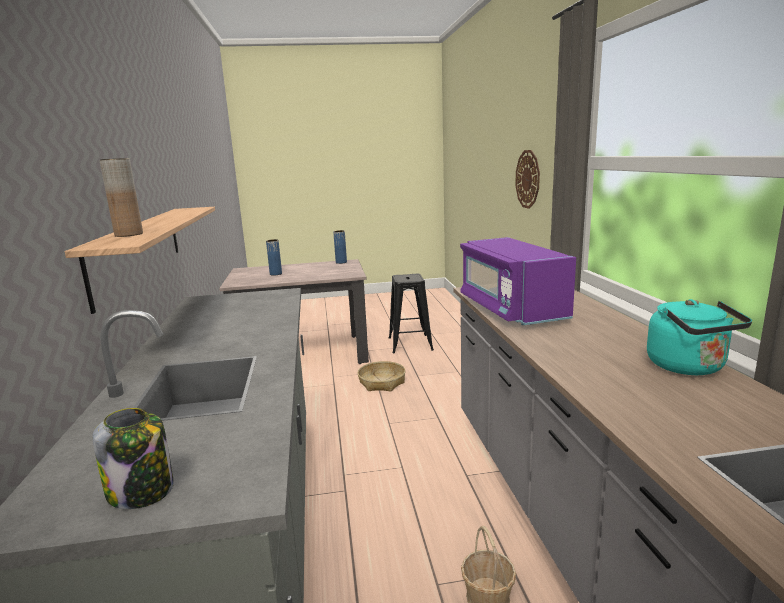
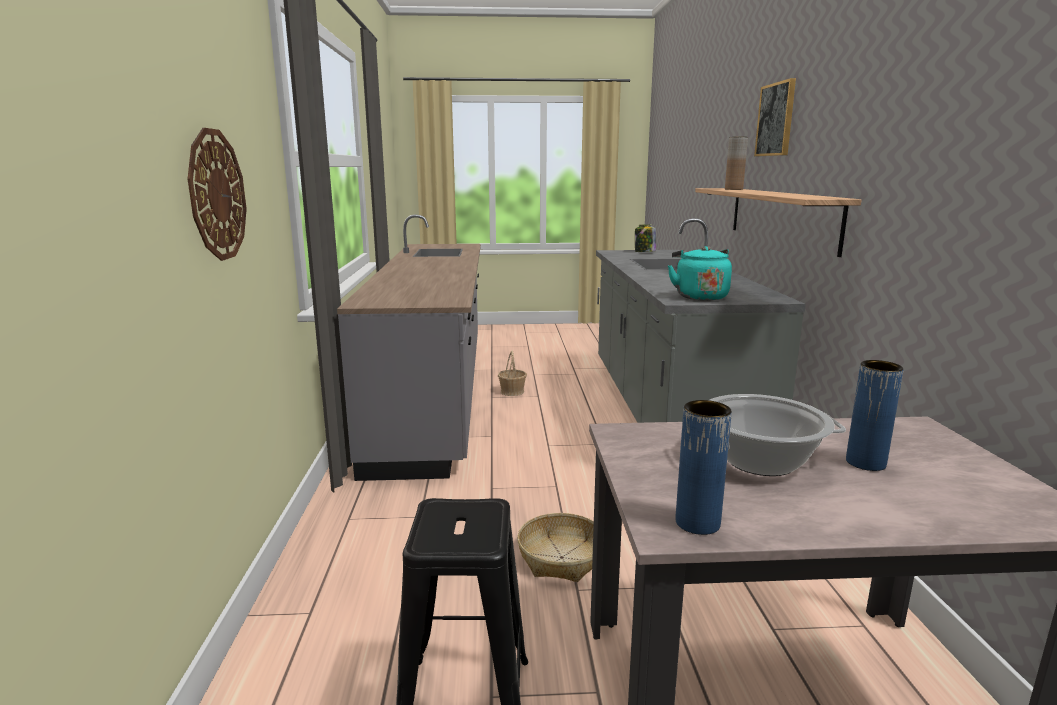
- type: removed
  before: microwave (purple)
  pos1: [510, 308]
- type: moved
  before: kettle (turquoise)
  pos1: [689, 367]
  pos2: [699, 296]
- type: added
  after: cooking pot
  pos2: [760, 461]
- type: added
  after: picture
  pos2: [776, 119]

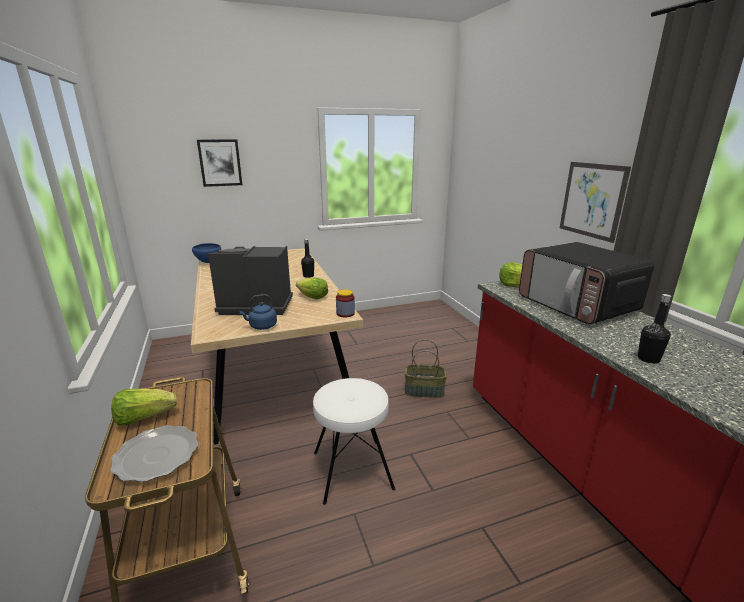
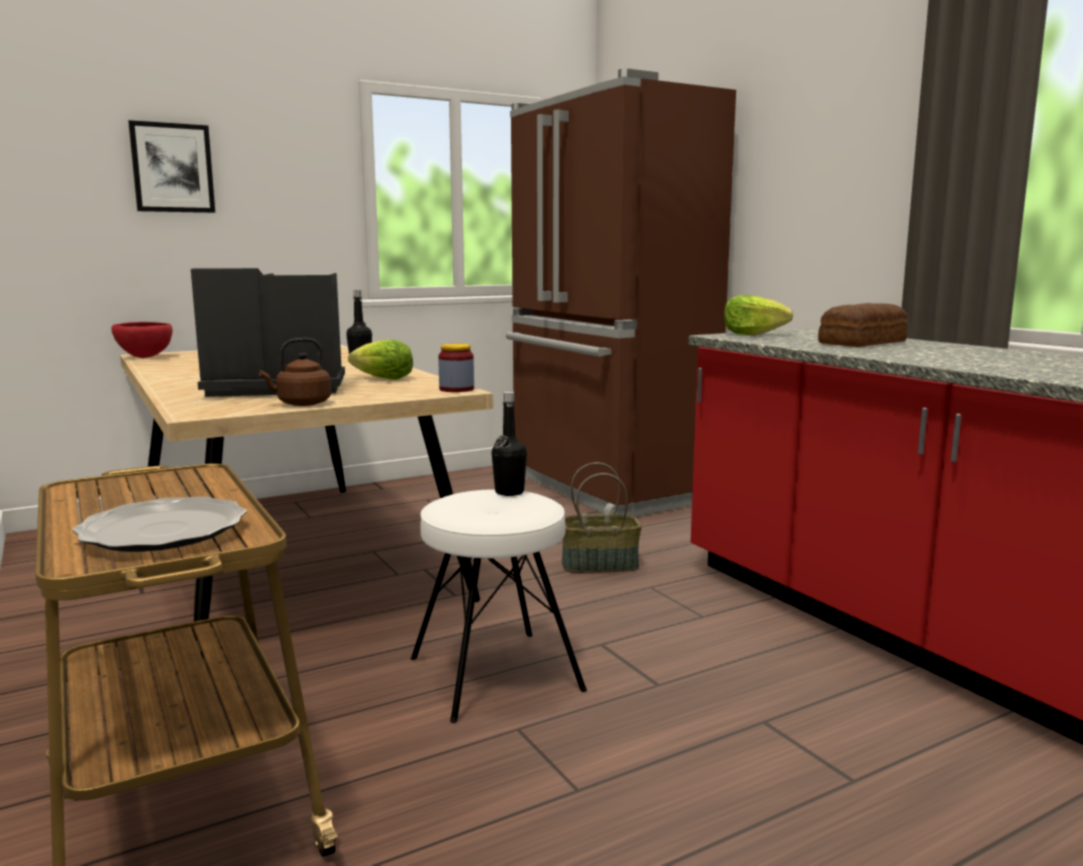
- type: removed
  before: lettuce
  pos1: [144, 417]
- type: recoloured
  before: bowl (blue)
  after: bowl (red)
  pos1: [208, 262]
  pos2: [145, 358]
- type: recoloured
  before: kettle (blue)
  after: kettle (brown)
  pos1: [261, 326]
  pos2: [301, 404]
- type: replaced
  before: microwave
  after: bread
  pos1: [577, 305]
  pos2: [865, 343]
- type: removed
  before: picture
  pos1: [592, 200]
- type: moved
  before: bottle (black)
  pos1: [648, 359]
  pos2: [509, 492]
- type: added
  after: fridge (brown)
  pos2: [605, 488]

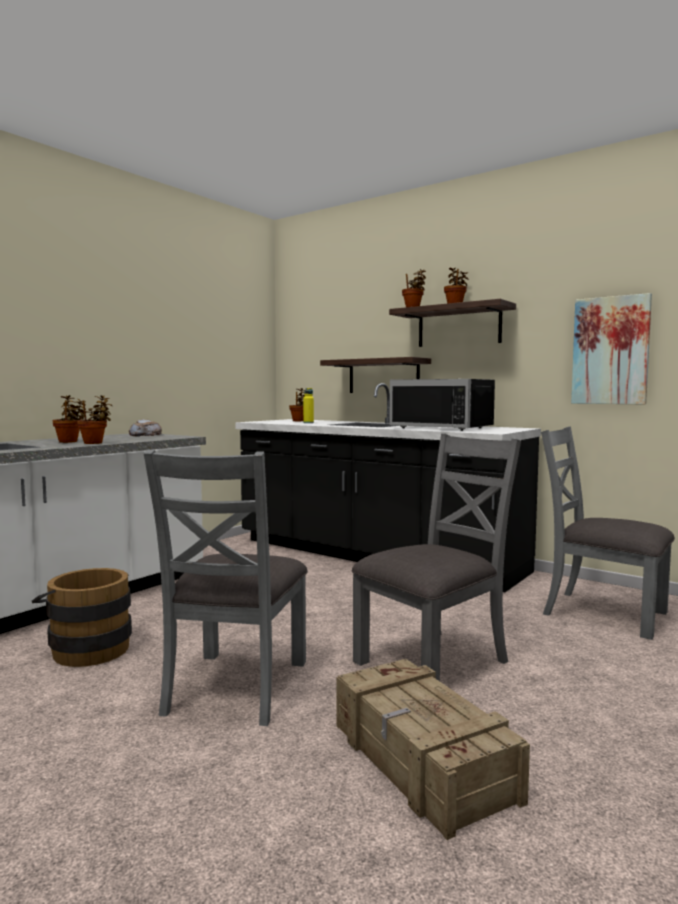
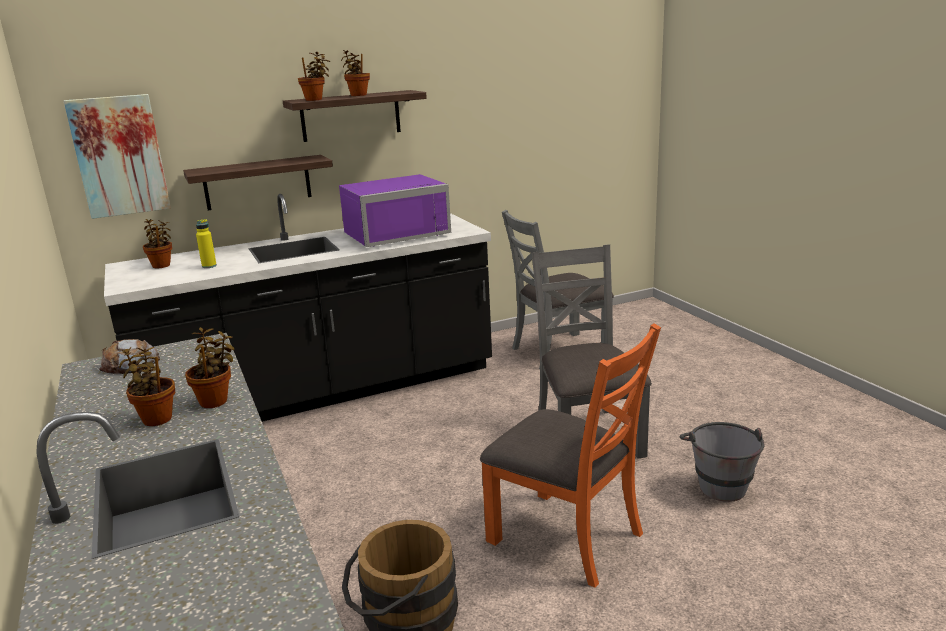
- type: recoloured
  before: chair (grey)
  after: chair (orange)
  pos1: [235, 686]
  pos2: [567, 536]
- type: replaced
  before: crate
  after: bucket (grey)
  pos1: [421, 762]
  pos2: [718, 483]
- type: recoloured
  before: microwave (black)
  after: microwave (purple)
  pos1: [445, 428]
  pos2: [395, 234]
- type: moved
  before: picture
  pos1: [610, 351]
  pos2: [119, 156]

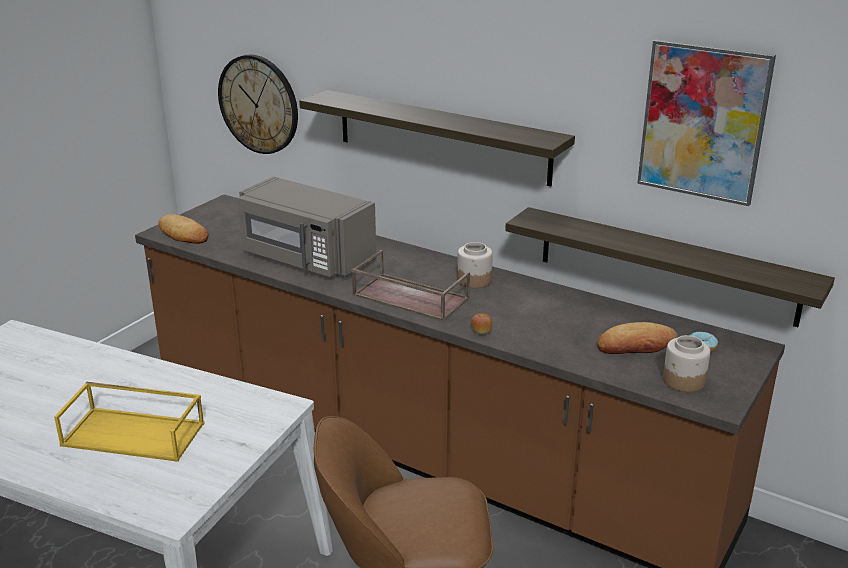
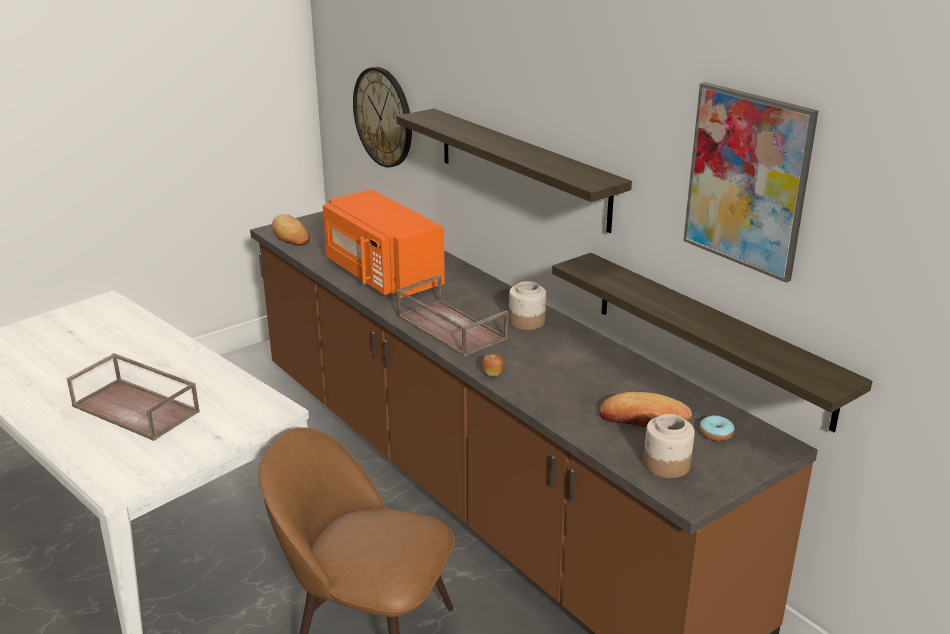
- type: recoloured
  before: tray (yellow)
  after: tray (brown)
  pos1: [135, 434]
  pos2: [137, 408]
- type: recoloured
  before: microwave (grey)
  after: microwave (orange)
  pos1: [306, 258]
  pos2: [382, 274]

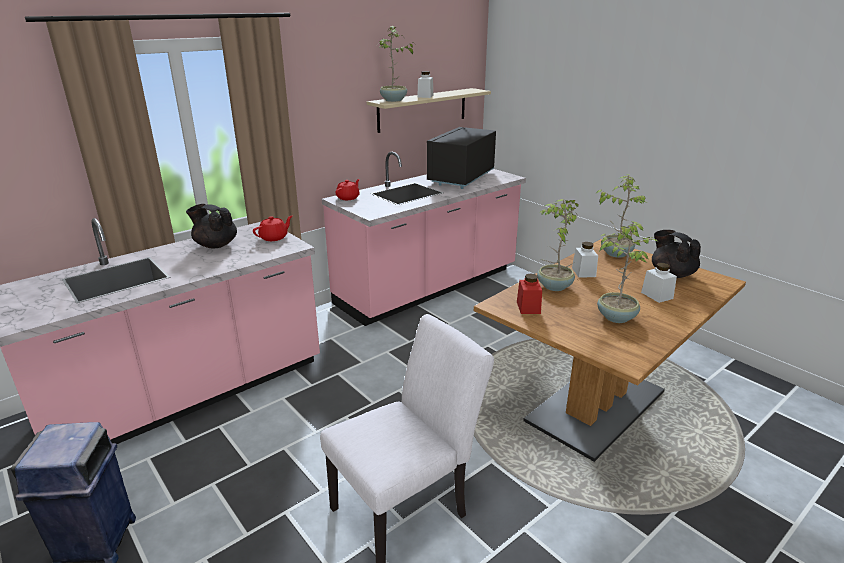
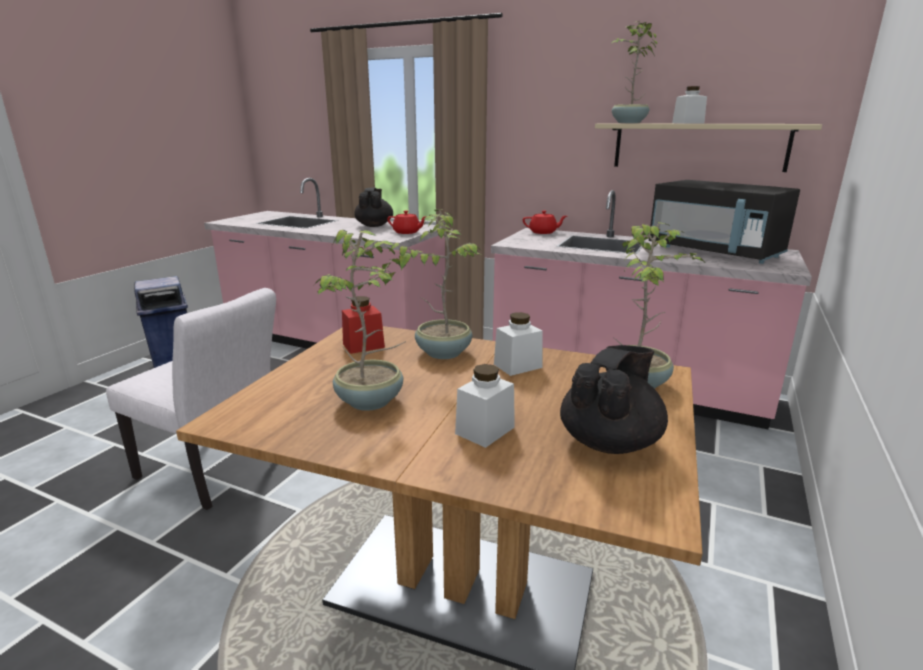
- type: turned
  before: microwave (black)
  pos1: [461, 177]
  pos2: [714, 252]
  turn: -135

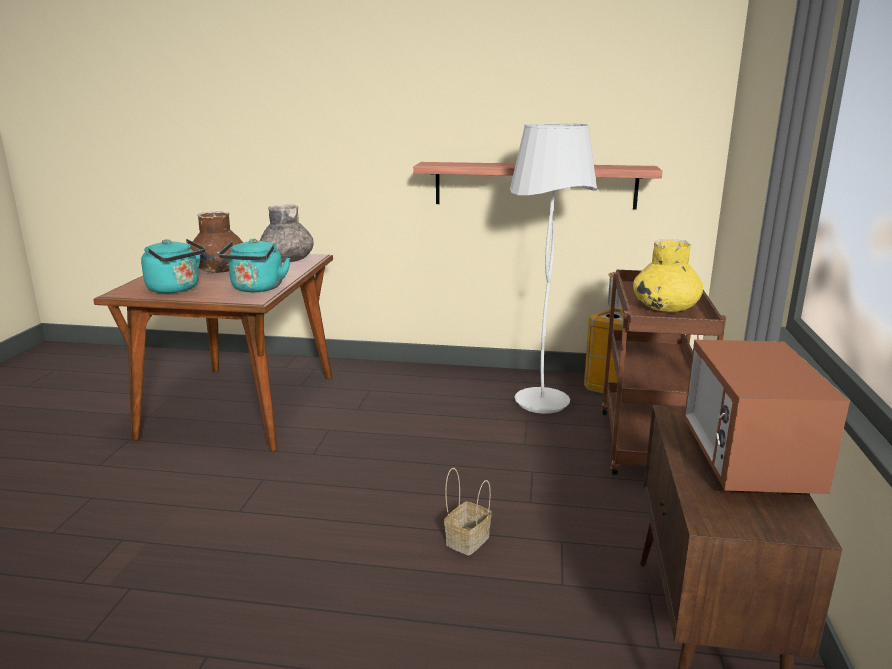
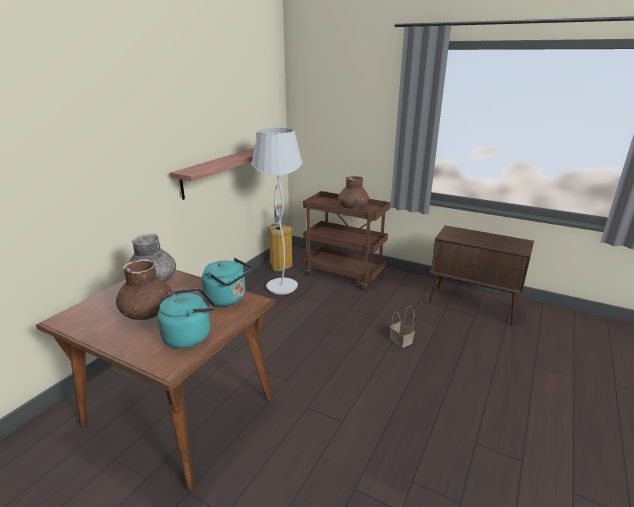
- type: recoloured
  before: vase (yellow)
  after: vase (brown)
  pos1: [665, 308]
  pos2: [353, 208]
- type: removed
  before: microwave
  pos1: [746, 461]

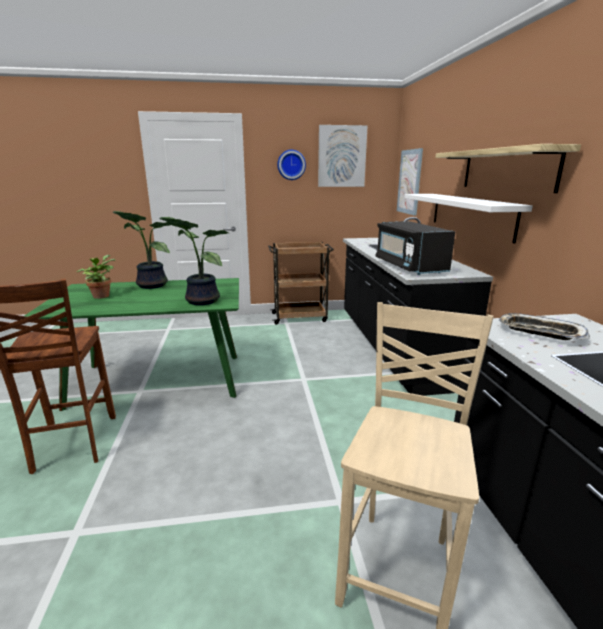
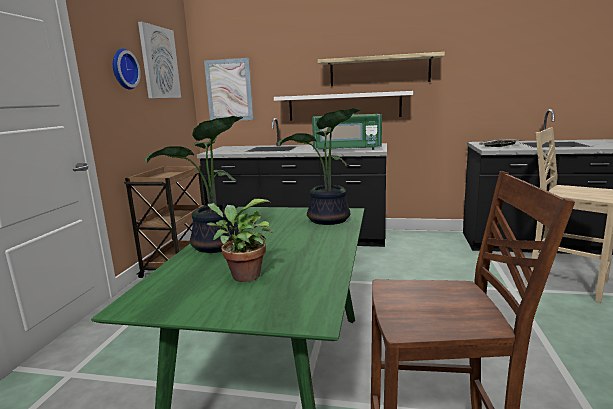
- type: recoloured
  before: microwave (black)
  after: microwave (green)
  pos1: [409, 266]
  pos2: [346, 149]

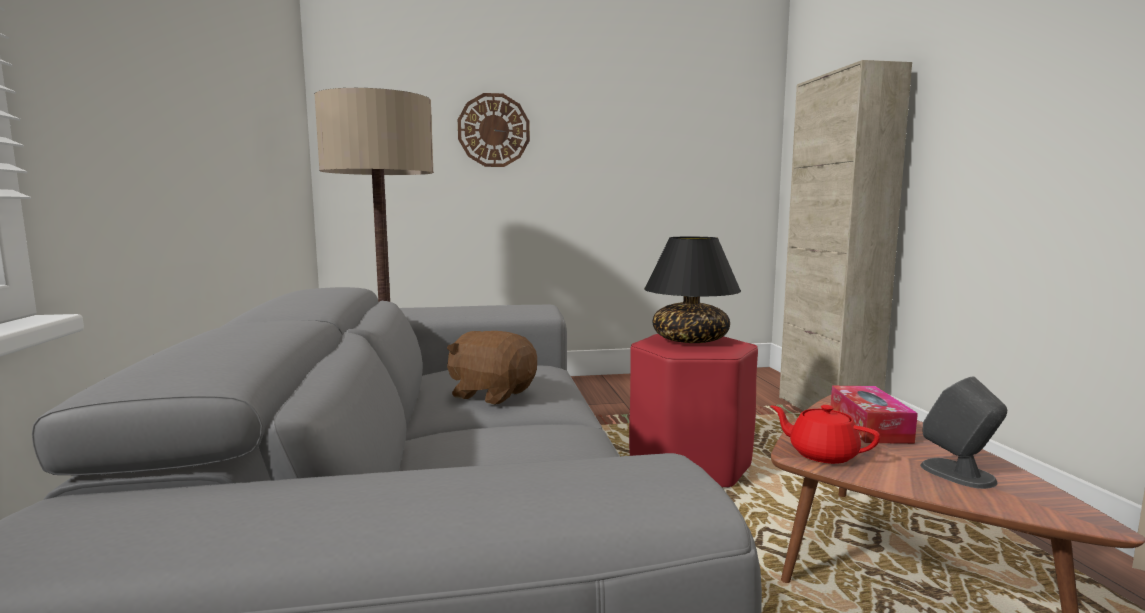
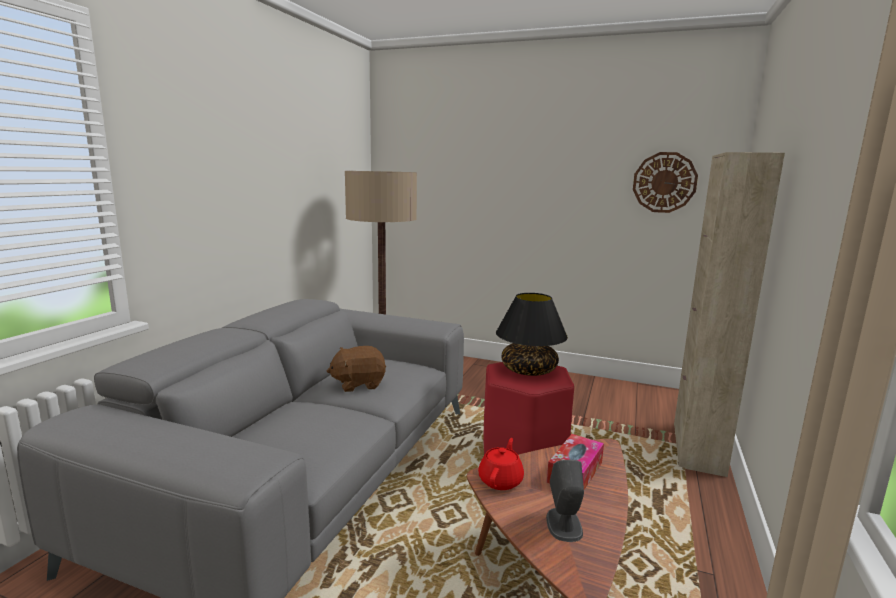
- type: turned
  before: plush toy (brown)
  pos1: [492, 394]
  pos2: [358, 384]
  turn: -75
- type: moved
  before: wall clock
  pos1: [493, 130]
  pos2: [664, 182]
- type: turned
  before: teapot (red)
  pos1: [822, 454]
  pos2: [501, 480]
  turn: 45

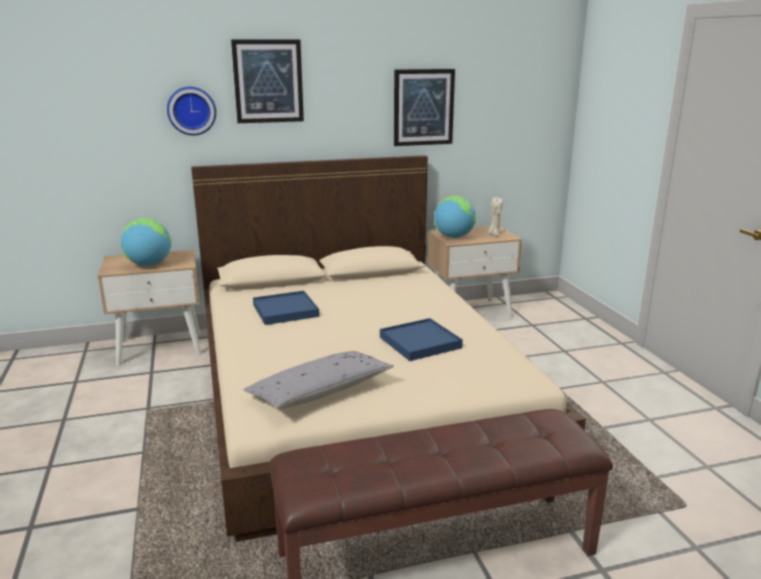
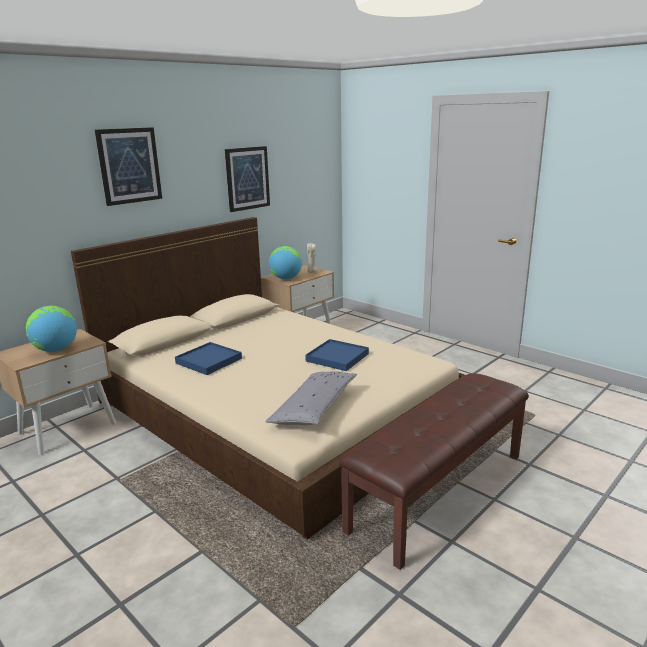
- type: removed
  before: wall clock
  pos1: [191, 110]

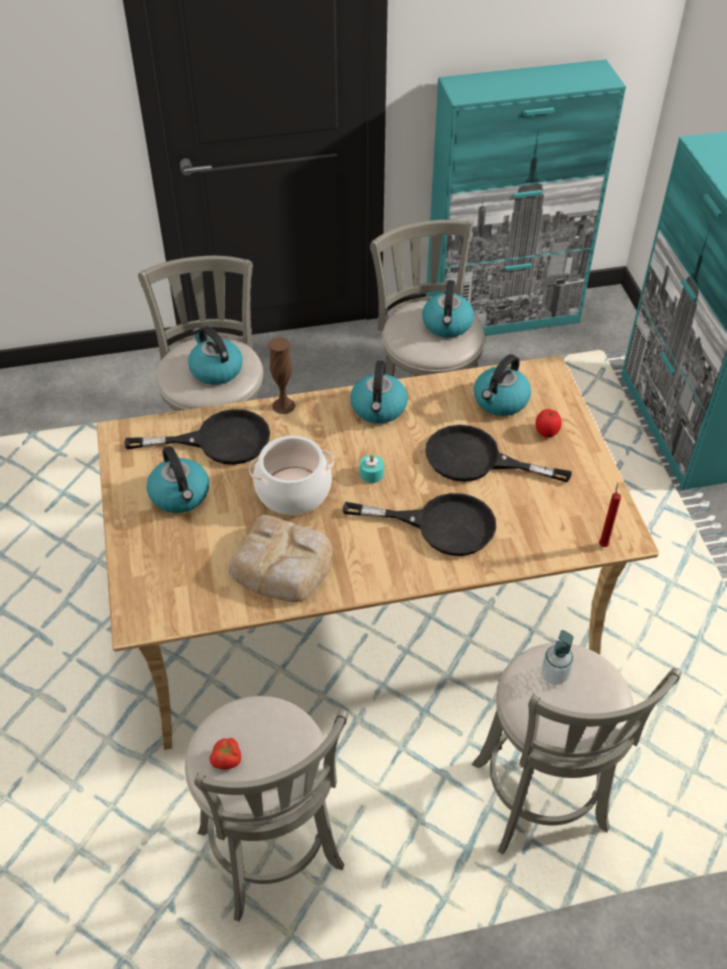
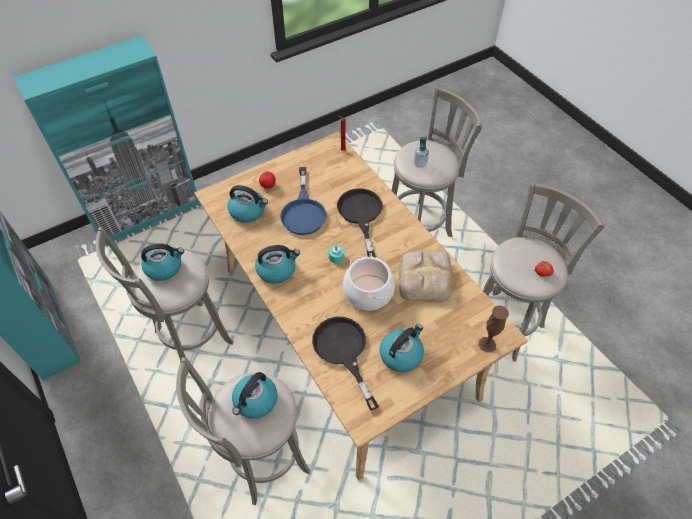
- type: moved
  before: vase (brown)
  pos1: [283, 405]
  pos2: [487, 344]
- type: recoloured
  before: frying pan (black)
  after: frying pan (blue)
  pos1: [476, 460]
  pos2: [303, 211]

